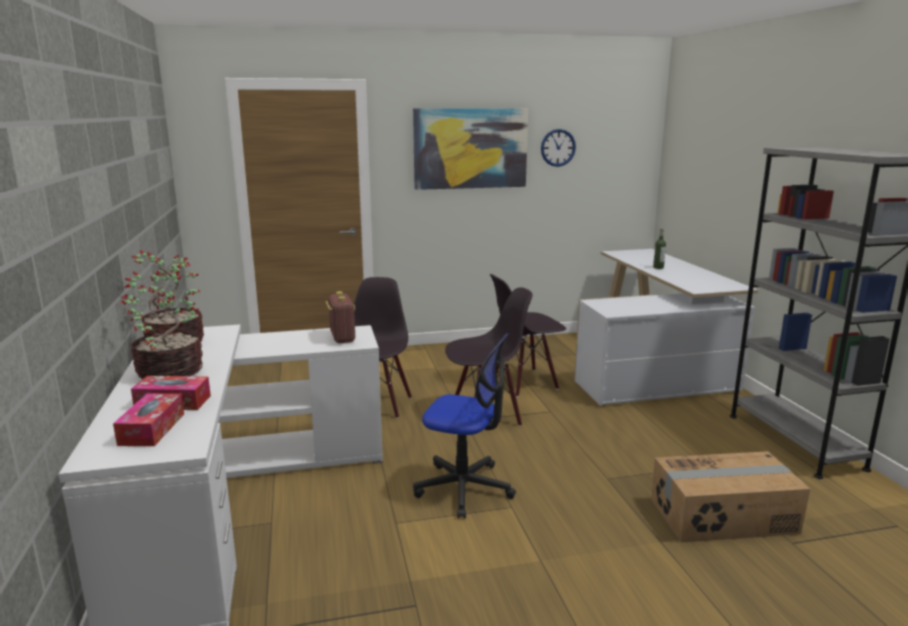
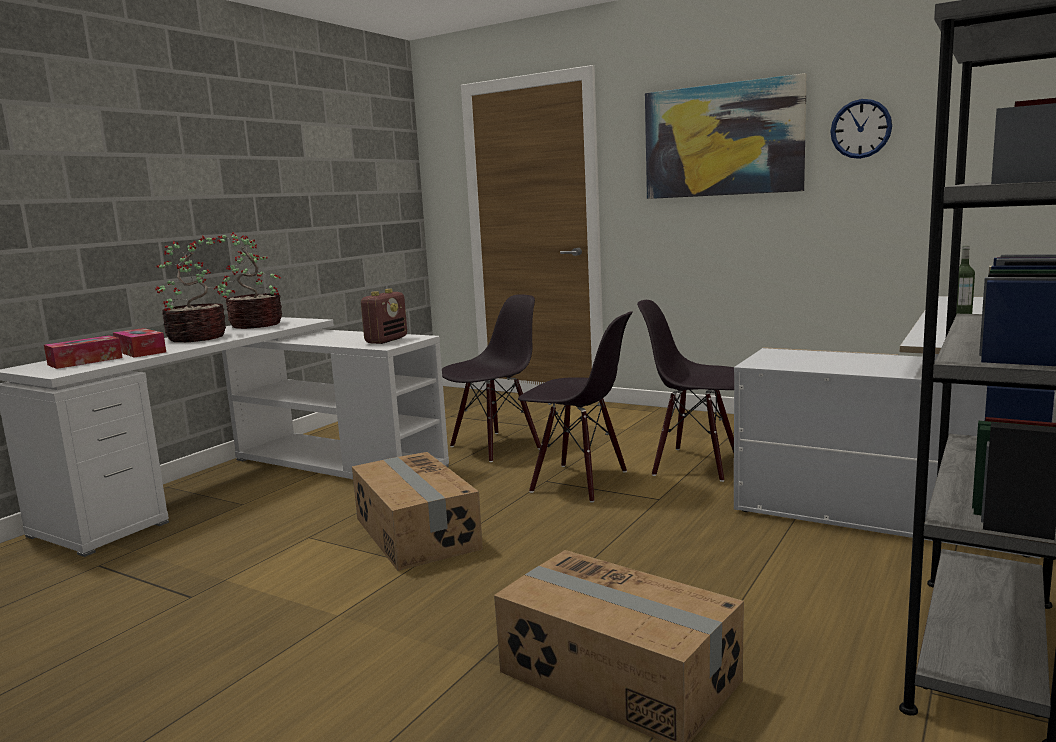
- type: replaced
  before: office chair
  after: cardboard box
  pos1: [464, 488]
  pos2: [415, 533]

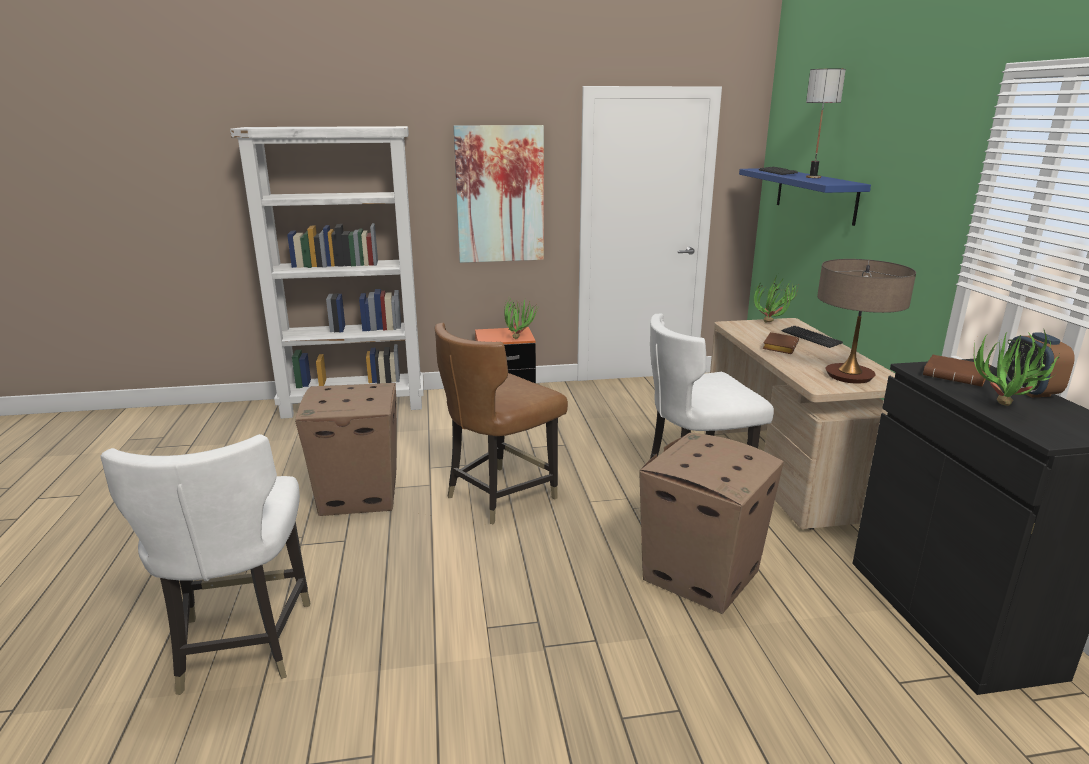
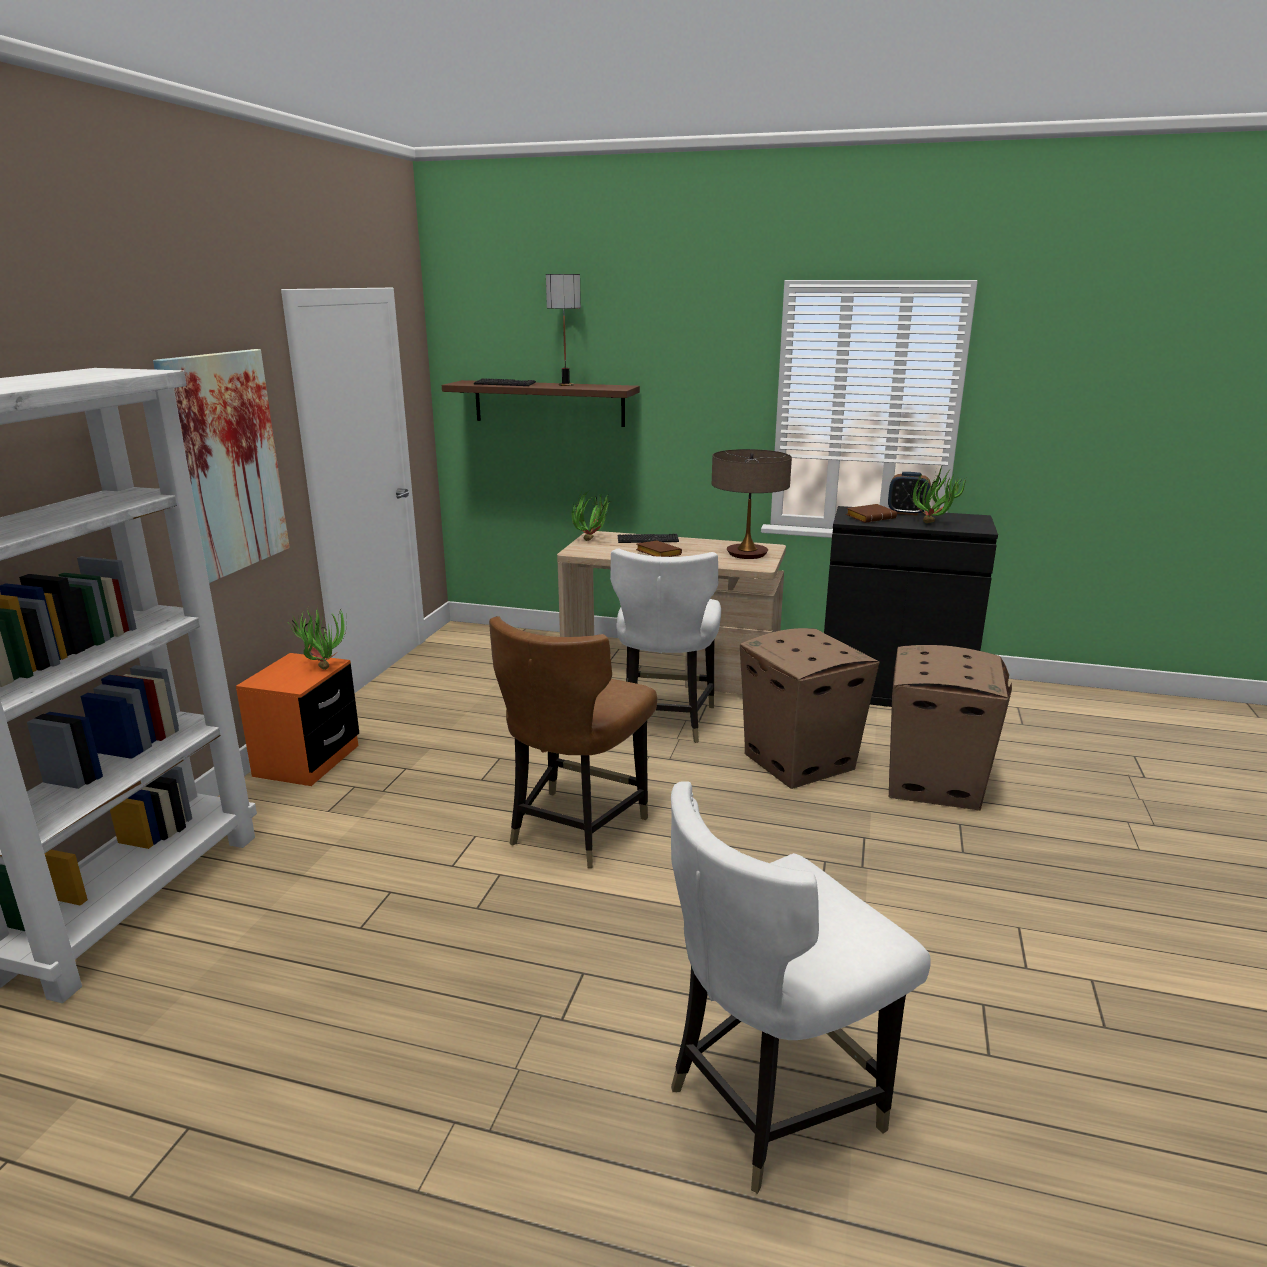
- type: turned
  before: chair (white)
  pos1: [241, 645]
  pos2: [771, 1100]
  turn: 135
- type: moved
  before: cardboard box
  pos1: [360, 495]
  pos2: [934, 782]
- type: turned
  before: chair (brown)
  pos1: [499, 495]
  pos2: [575, 828]
  turn: 45
- type: recoloured
  before: shelf (blue)
  after: shelf (brown)
  pos1: [815, 195]
  pos2: [549, 403]

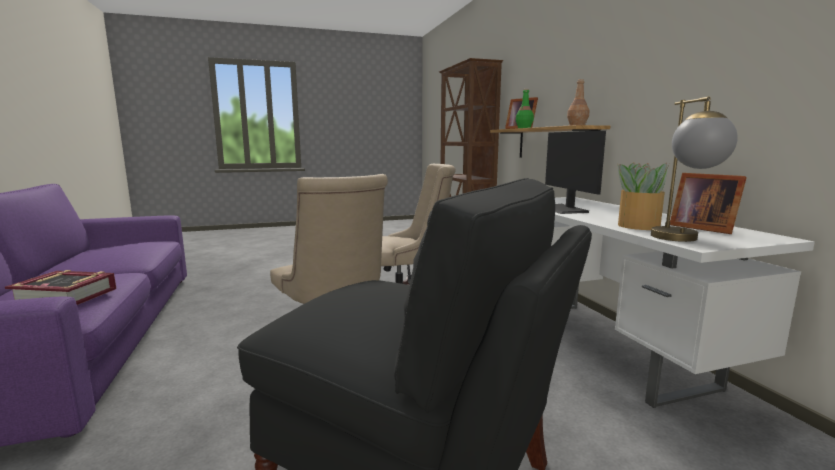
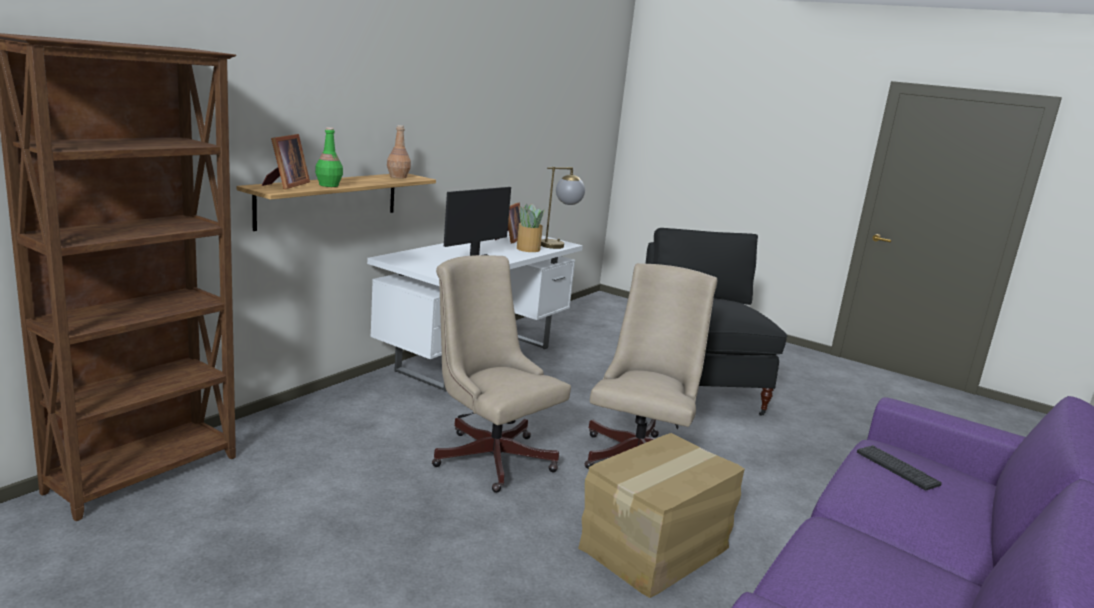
- type: replaced
  before: book
  after: keyboard
  pos1: [66, 296]
  pos2: [897, 468]
- type: added
  after: cardboard box
  pos2: [656, 549]

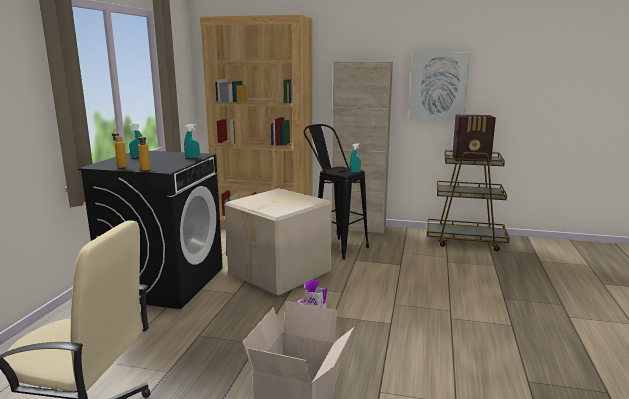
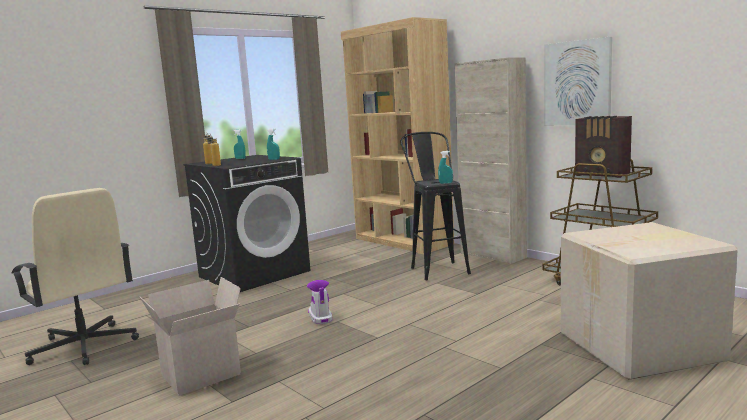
- type: moved
  before: cardboard box
  pos1: [281, 272]
  pos2: [642, 347]

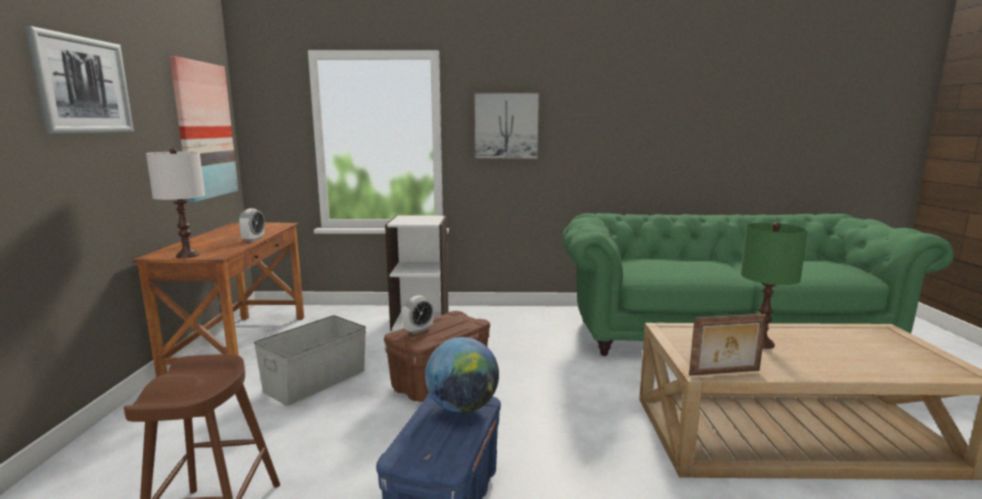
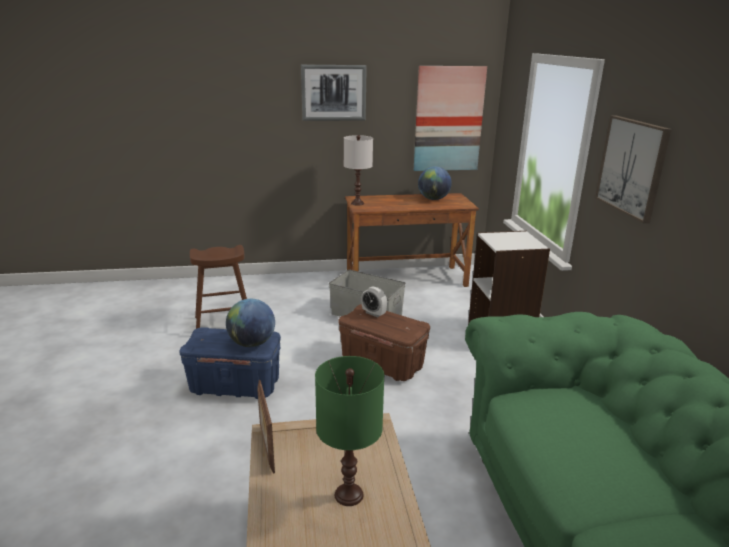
- type: removed
  before: alarm clock
  pos1: [253, 239]
- type: added
  after: globe
  pos2: [433, 199]

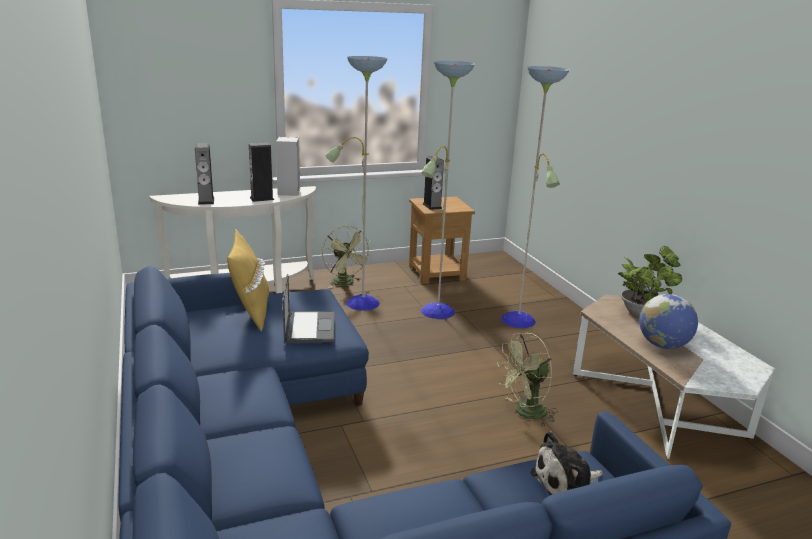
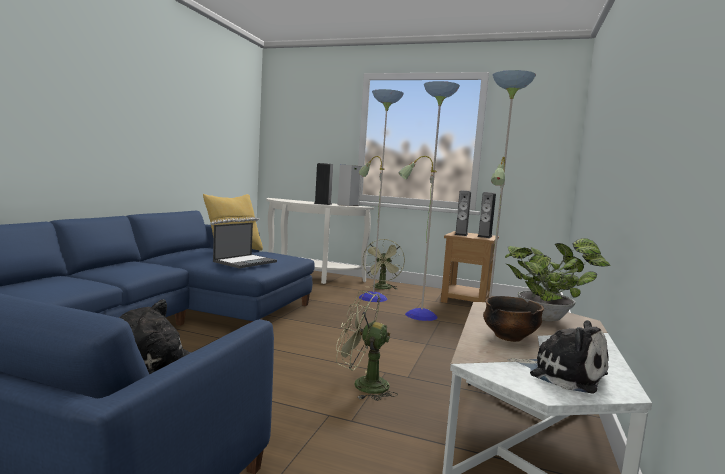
- type: moved
  before: speaker
  pos1: [206, 201]
  pos2: [484, 236]
- type: replaced
  before: globe
  after: bowl
  pos1: [662, 345]
  pos2: [509, 338]
- type: added
  after: plush toy
  pos2: [562, 373]

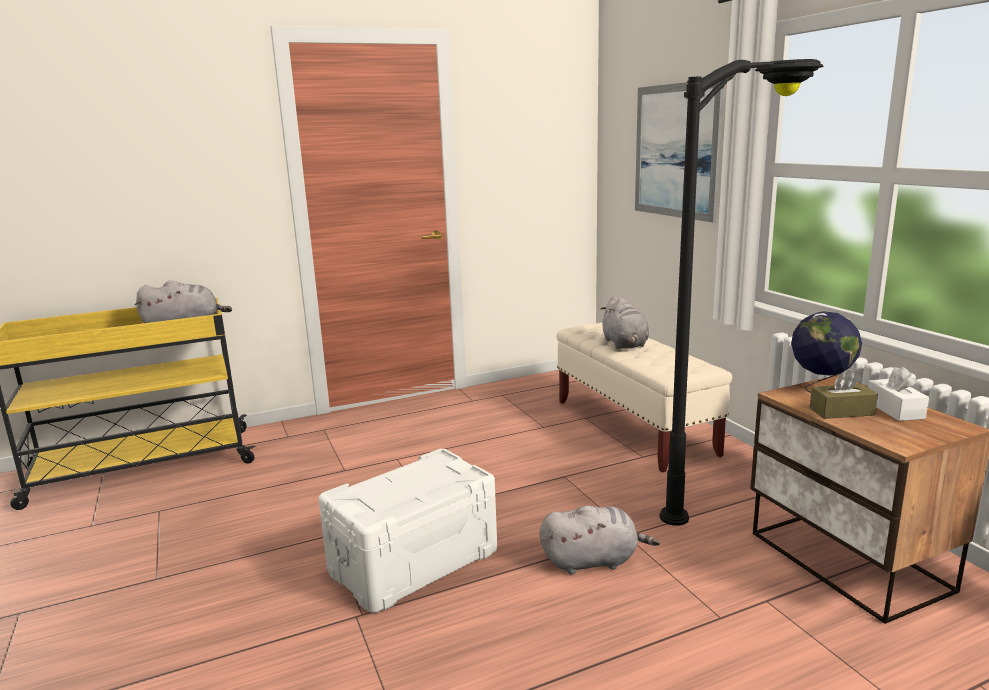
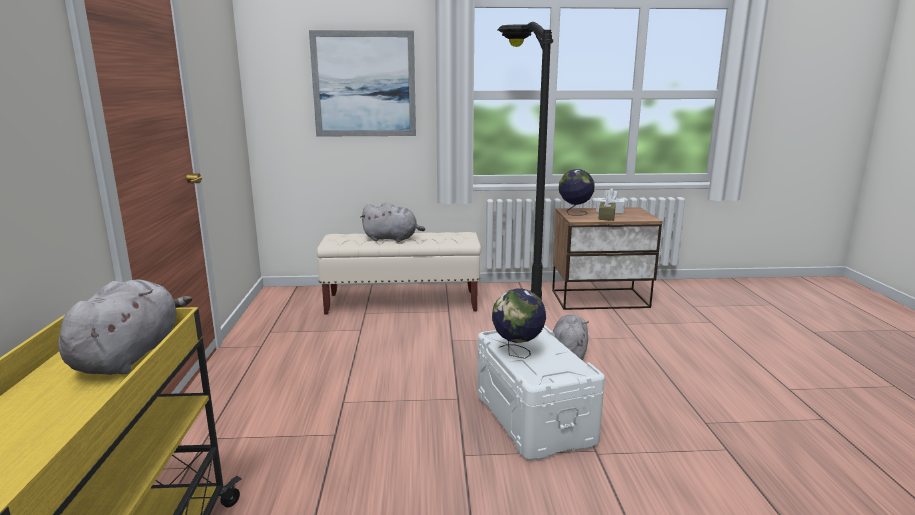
- type: added
  after: globe
  pos2: [517, 353]

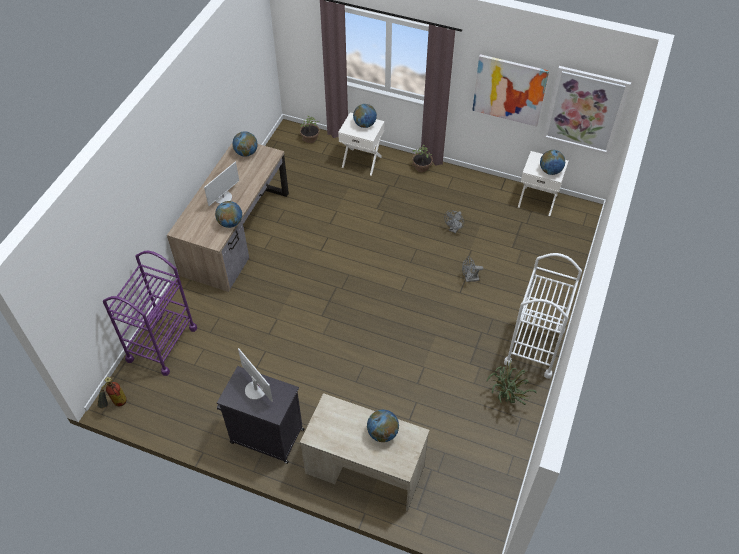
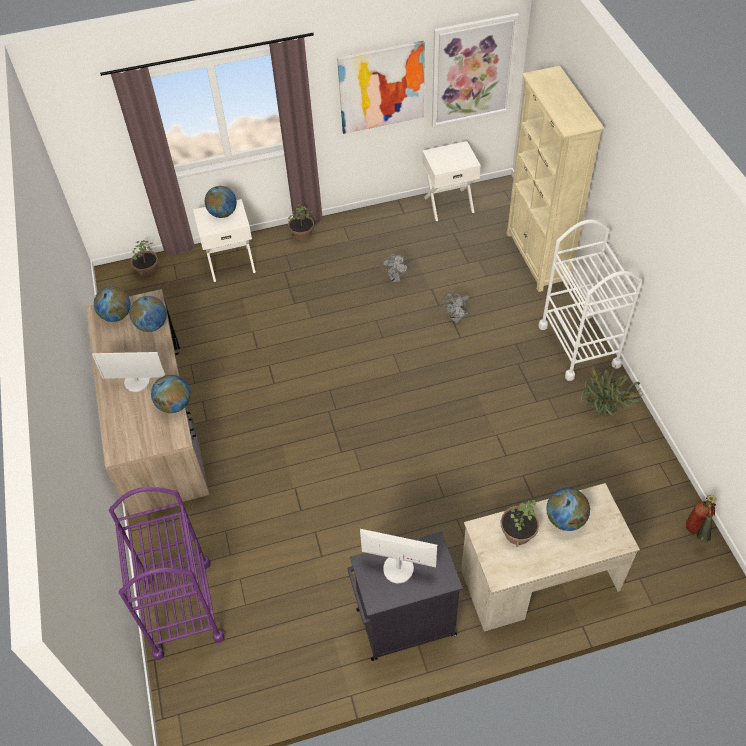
- type: moved
  before: fire extinguisher
  pos1: [115, 405]
  pos2: [695, 534]
- type: turned
  before: monitor
  pos1: [223, 197]
  pos2: [137, 381]
  turn: 90
- type: moved
  before: globe
  pos1: [550, 171]
  pos2: [152, 325]
- type: added
  after: potted plant
  pos2: [517, 532]
- type: added
  after: bookcase (beige)
  pos2: [537, 259]

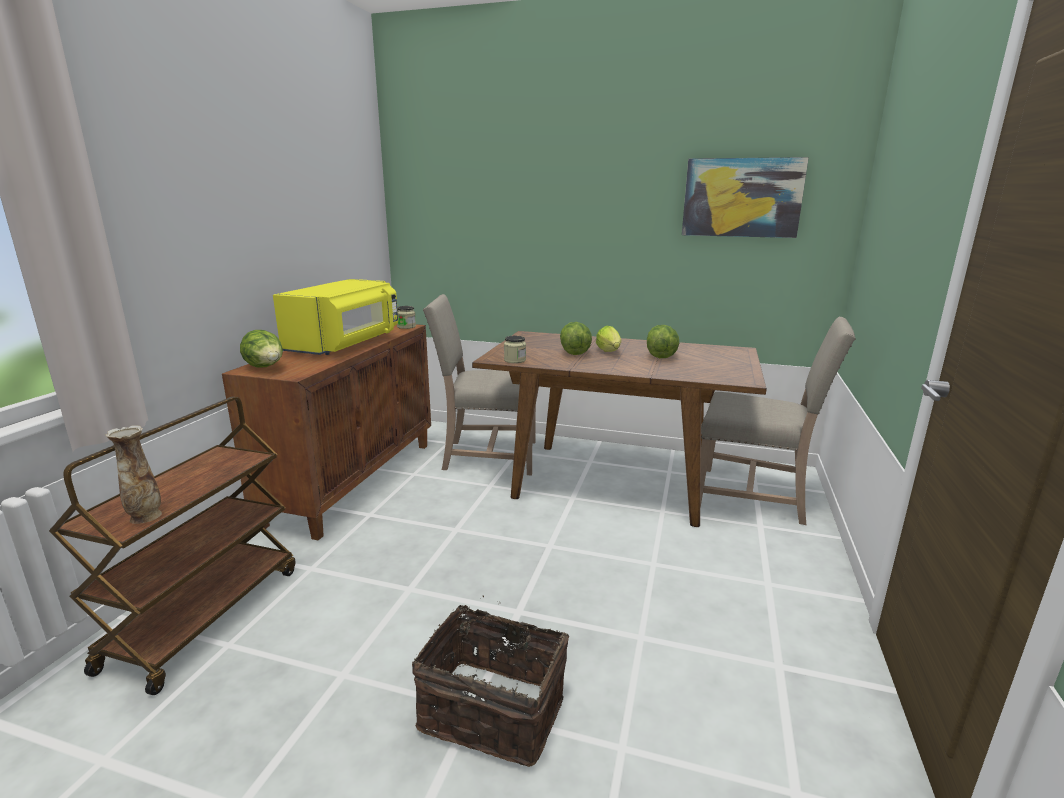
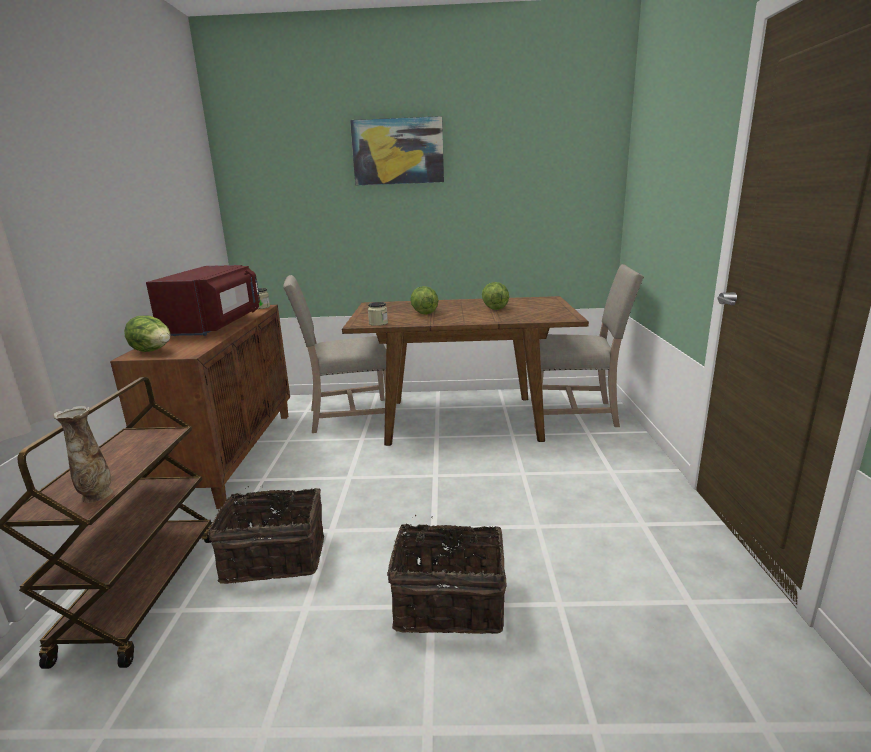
- type: recoloured
  before: microwave (yellow)
  after: microwave (red)
  pos1: [346, 344]
  pos2: [216, 326]
- type: removed
  before: lettuce
  pos1: [609, 352]
- type: moved
  before: picture
  pos1: [741, 198]
  pos2: [398, 151]
- type: added
  after: basket
  pos2: [275, 556]

